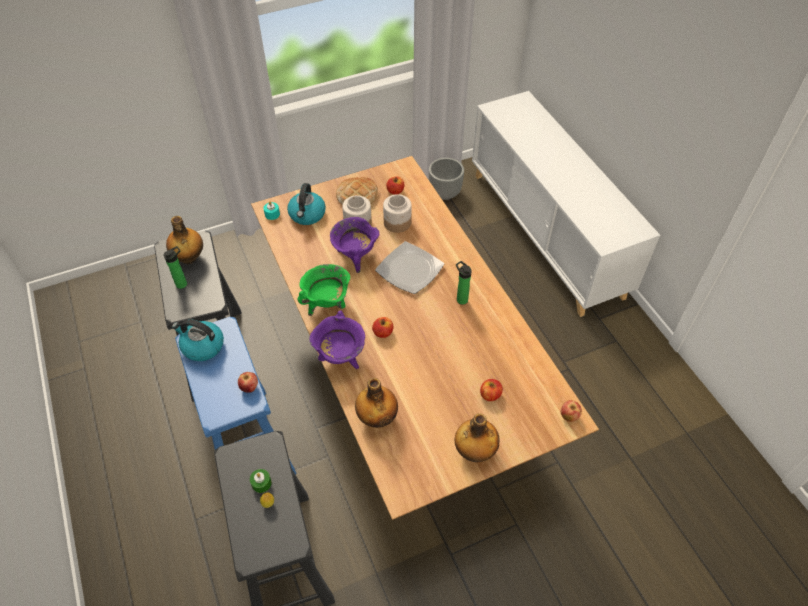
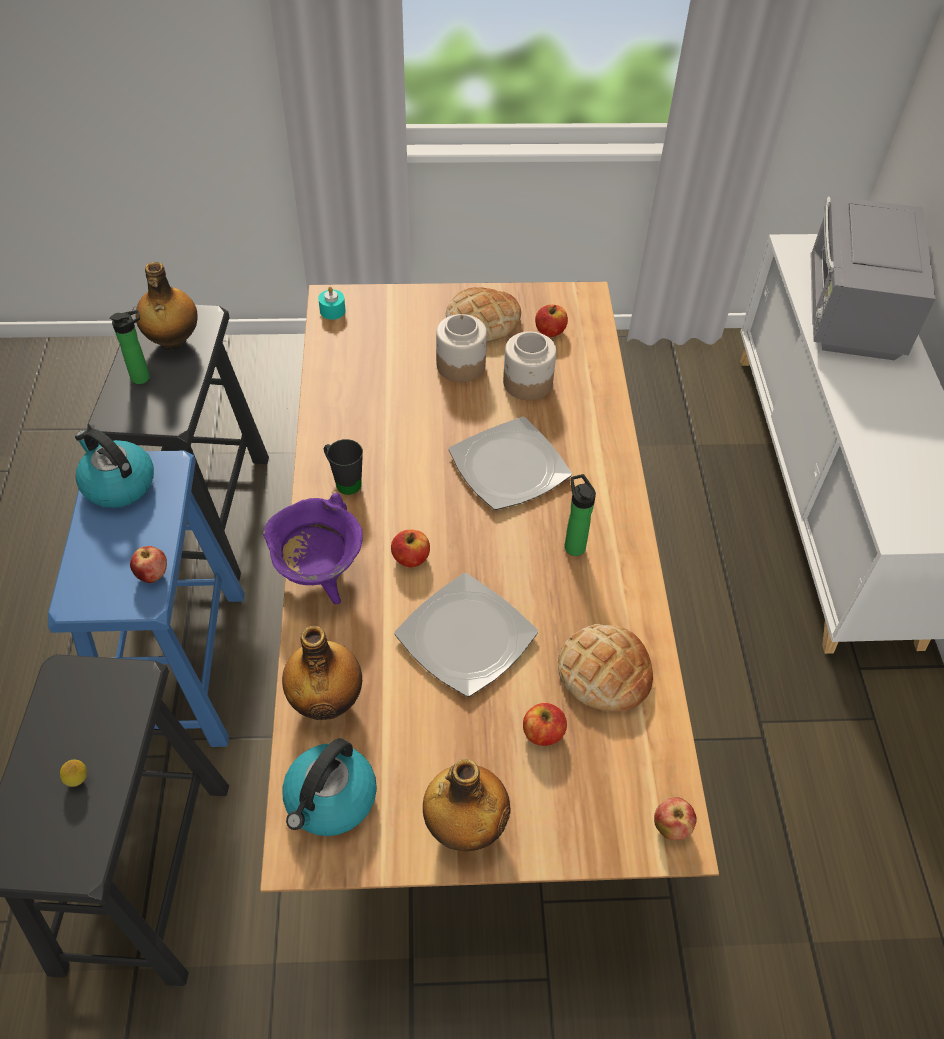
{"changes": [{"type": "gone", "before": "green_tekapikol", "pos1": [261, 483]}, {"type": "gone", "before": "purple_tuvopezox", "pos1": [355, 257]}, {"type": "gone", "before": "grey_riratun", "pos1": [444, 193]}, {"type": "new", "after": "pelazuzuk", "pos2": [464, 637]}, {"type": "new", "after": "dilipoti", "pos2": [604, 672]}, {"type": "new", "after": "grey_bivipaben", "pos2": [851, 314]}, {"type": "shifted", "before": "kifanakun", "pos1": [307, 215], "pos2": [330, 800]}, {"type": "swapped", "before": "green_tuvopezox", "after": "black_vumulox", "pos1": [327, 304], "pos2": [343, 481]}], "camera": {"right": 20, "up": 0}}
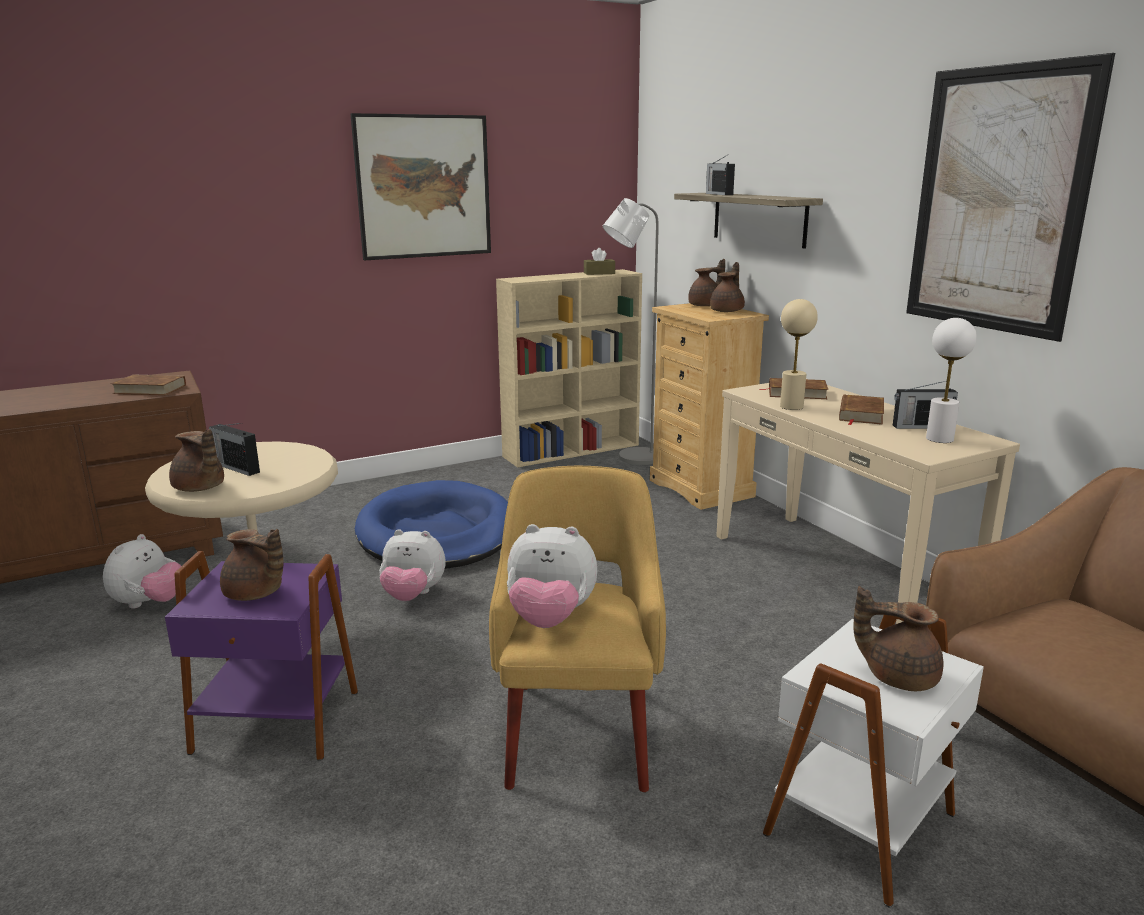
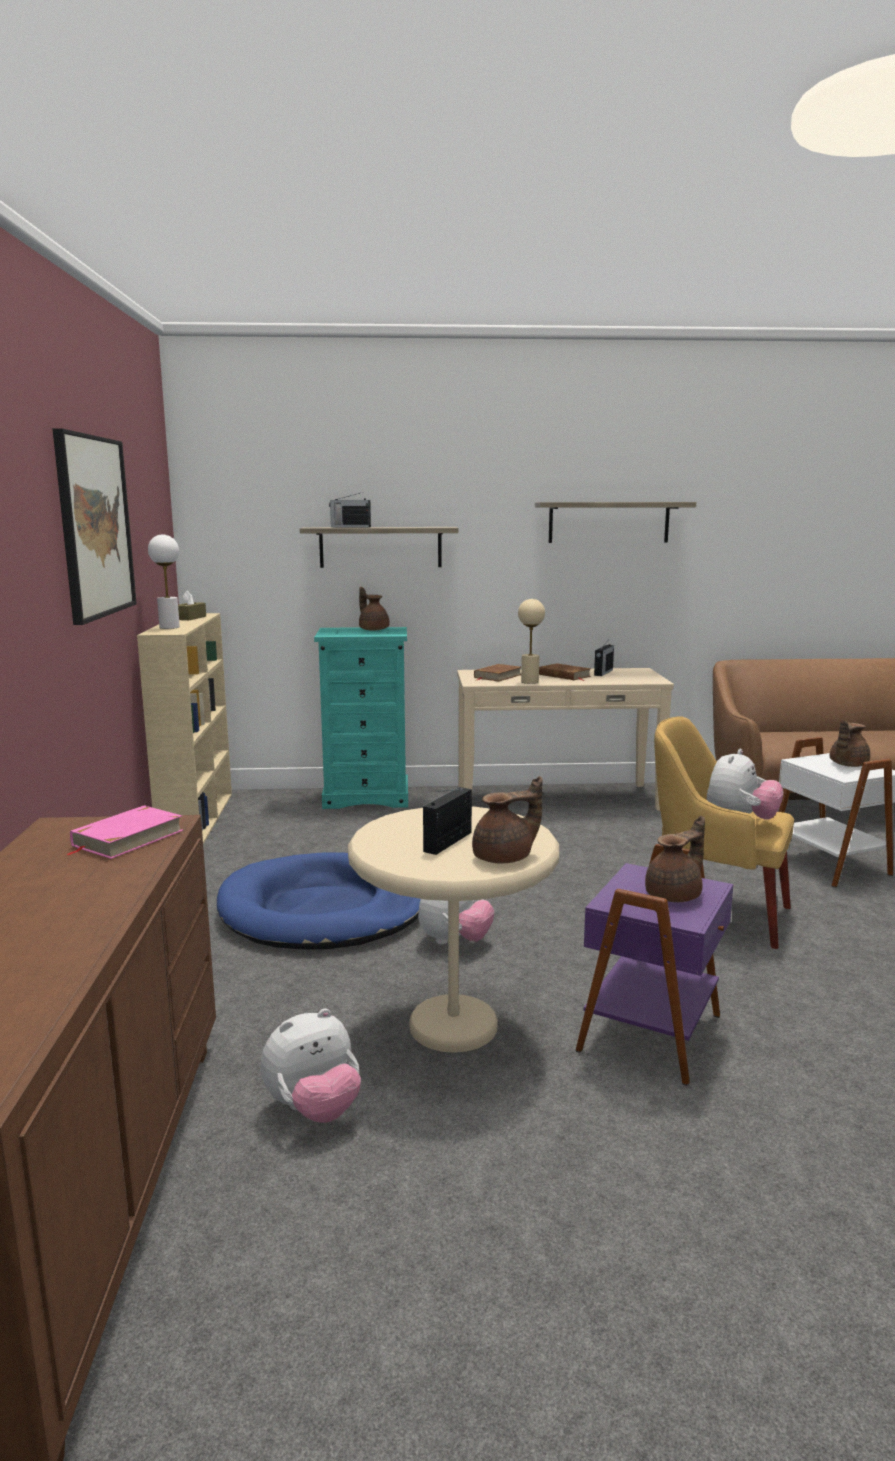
{"changes": [{"type": "gone", "before": "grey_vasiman", "pos1": [632, 458]}, {"type": "gone", "before": "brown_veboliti", "pos1": [706, 305]}, {"type": "shifted", "before": "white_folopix", "pos1": [939, 439], "pos2": [169, 627]}, {"type": "swapped", "before": "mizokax", "after": "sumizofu", "pos1": [997, 201], "pos2": [609, 522]}, {"type": "repainted", "before": "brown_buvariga", "after": "pink_buvariga", "pos1": [150, 389], "pos2": [127, 838]}, {"type": "repainted", "before": "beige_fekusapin", "after": "turquoise_fekusapin", "pos1": [701, 488], "pos2": [367, 797]}, {"type": "rotated", "before": "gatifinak", "pos1": [149, 603], "pos2": [314, 1109], "turn": 105}, {"type": "rotated", "before": "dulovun", "pos1": [236, 467], "pos2": [449, 841], "turn": 150}], "camera": {"right": -65, "up": -5}}
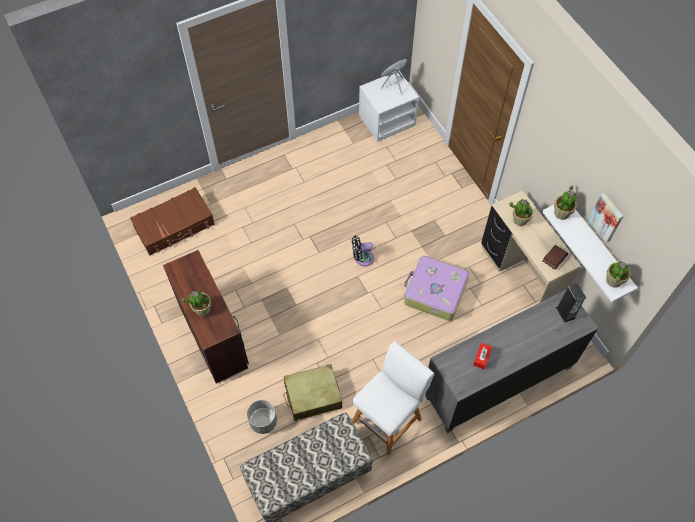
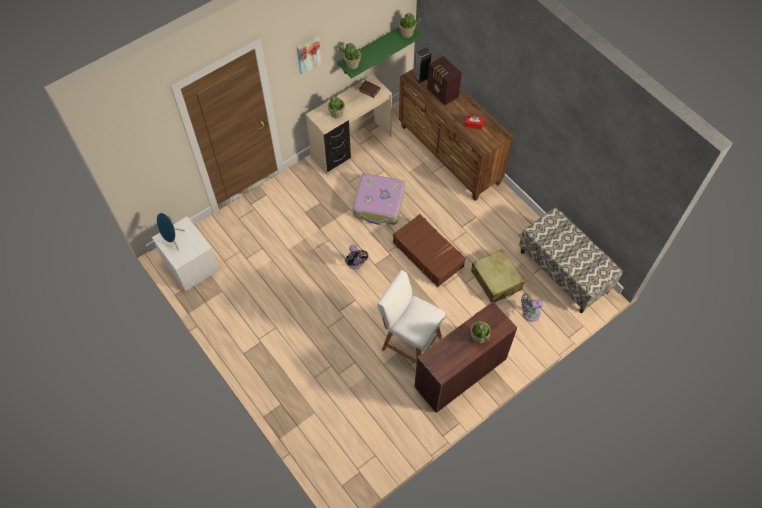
{"changes": [{"type": "new", "after": "dulovun", "pos2": [442, 93]}, {"type": "shifted", "before": "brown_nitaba", "pos1": [175, 226], "pos2": [428, 254]}, {"type": "shifted", "before": "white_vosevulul", "pos1": [388, 418], "pos2": [409, 341]}, {"type": "shifted", "before": "mizokax", "pos1": [607, 217], "pos2": [308, 54]}, {"type": "swapped", "before": "grey_riratun", "after": "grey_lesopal", "pos1": [263, 422], "pos2": [529, 313]}, {"type": "repainted", "before": "grey_fekusapin", "after": "brown_fekusapin", "pos1": [497, 381], "pos2": [449, 155]}, {"type": "repainted", "before": "white_sumizofu", "after": "green_sumizofu", "pos1": [597, 248], "pos2": [374, 48]}], "camera": {"right": -100, "up": 0}}
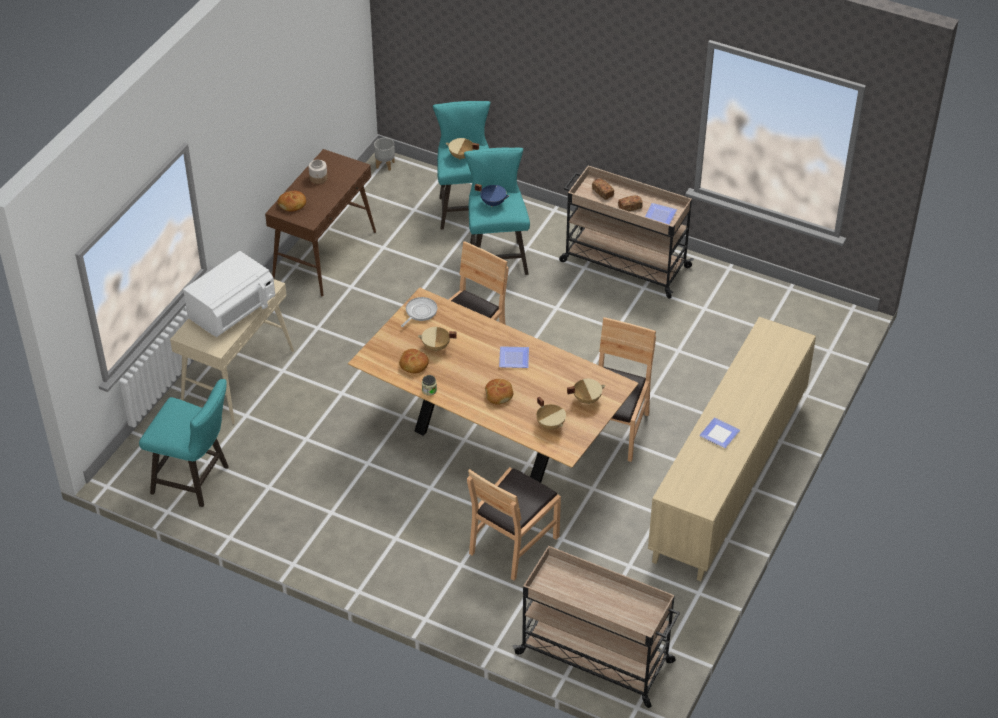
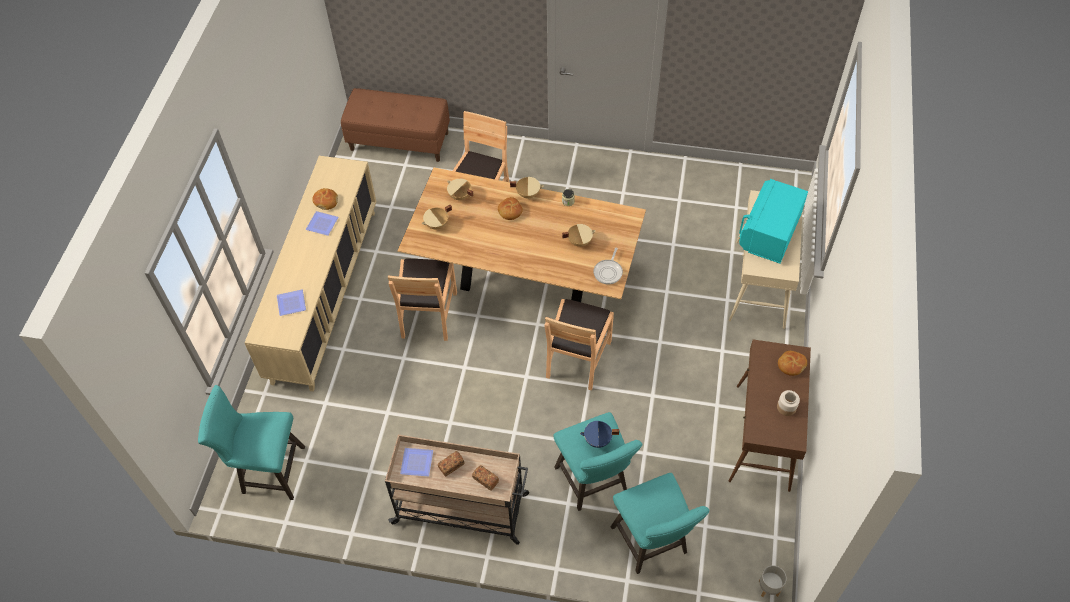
{"changes": [{"type": "shifted", "before": "turquoise_vosevulul", "pos1": [195, 480], "pos2": [268, 470]}, {"type": "shifted", "before": "dilipoti", "pos1": [413, 365], "pos2": [326, 201]}, {"type": "shifted", "before": "beige_tuvopezox", "pos1": [461, 156], "pos2": [528, 194]}, {"type": "shifted", "before": "pelazuzuk", "pos1": [515, 358], "pos2": [290, 304]}, {"type": "swapped", "before": "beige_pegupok", "after": "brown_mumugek", "pos1": [596, 658], "pos2": [400, 141]}, {"type": "repainted", "before": "white_bivipaben", "after": "turquoise_bivipaben", "pos1": [233, 312], "pos2": [769, 233]}], "camera": {"right": 165, "up": 10}}
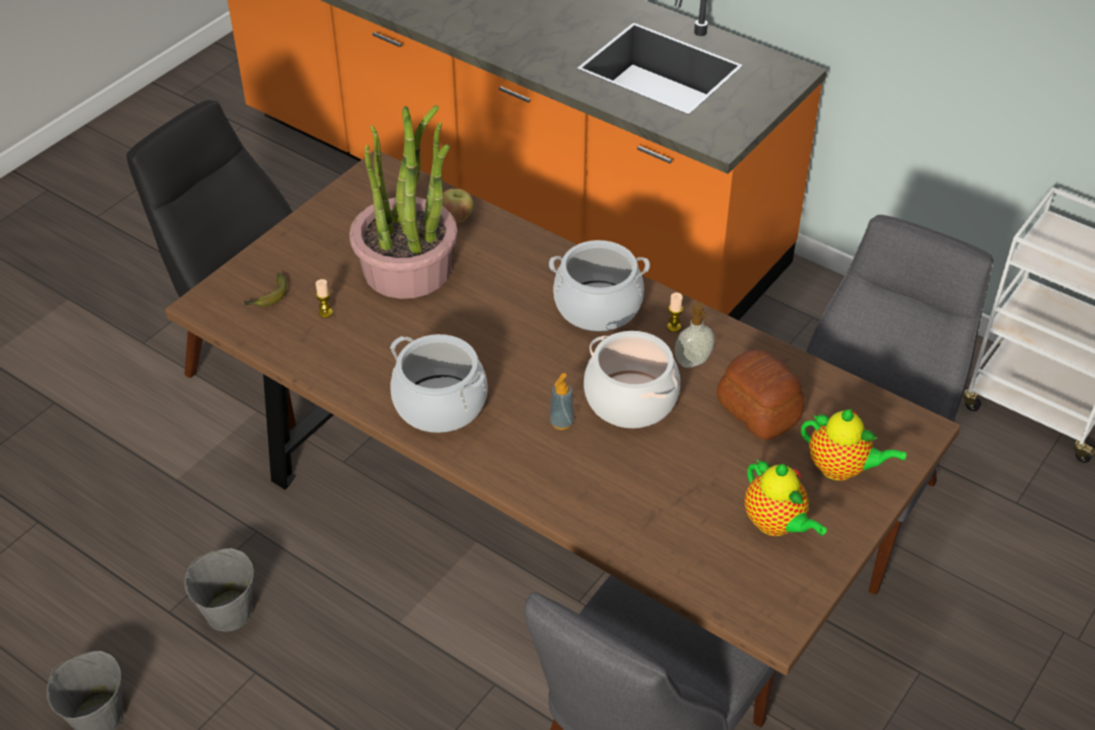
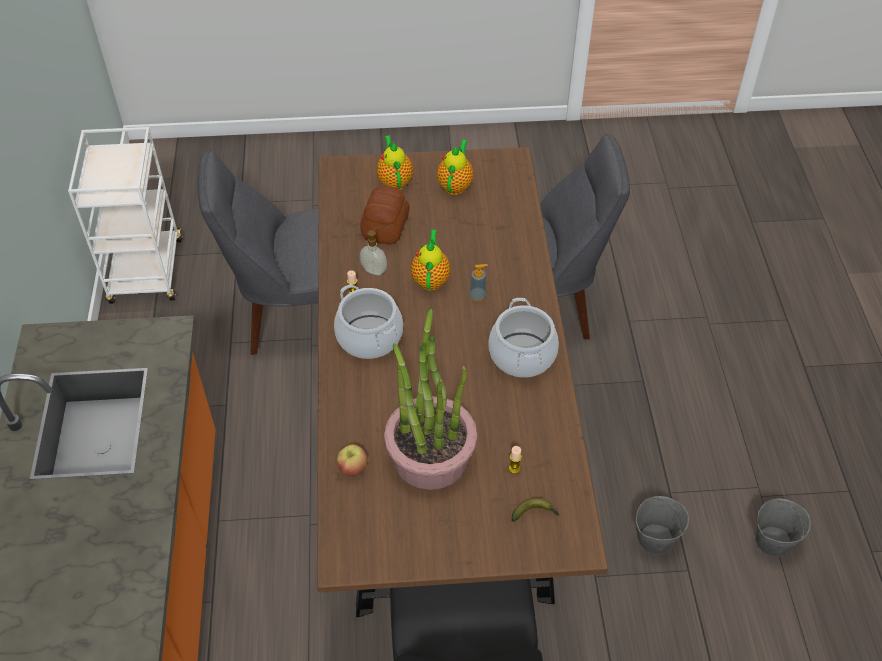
{"changes": [{"type": "swapped", "before": "tuvopezox", "after": "veboliti", "pos1": [630, 400], "pos2": [431, 279]}], "camera": {"right": -130, "up": 5}}
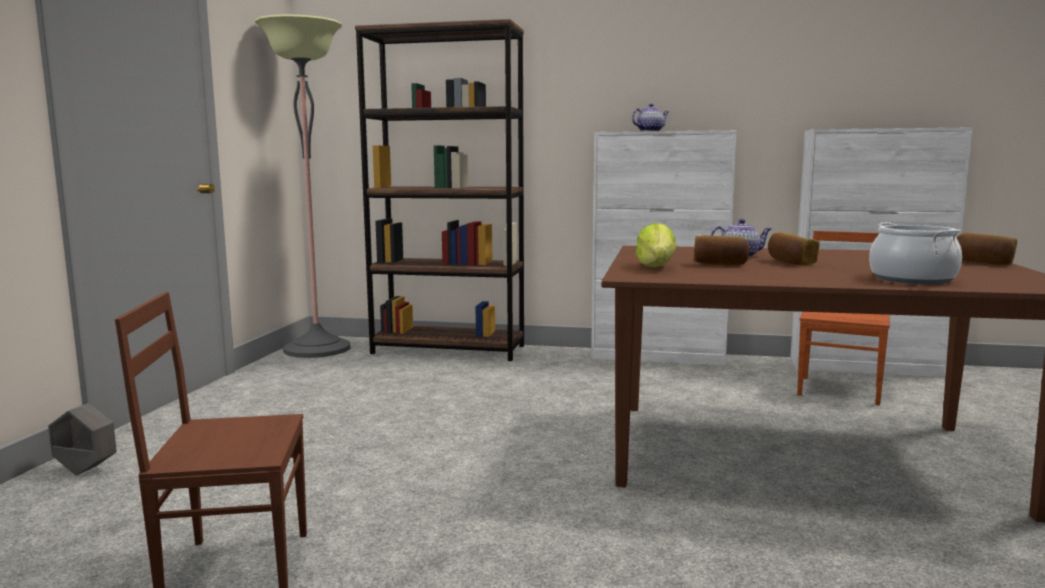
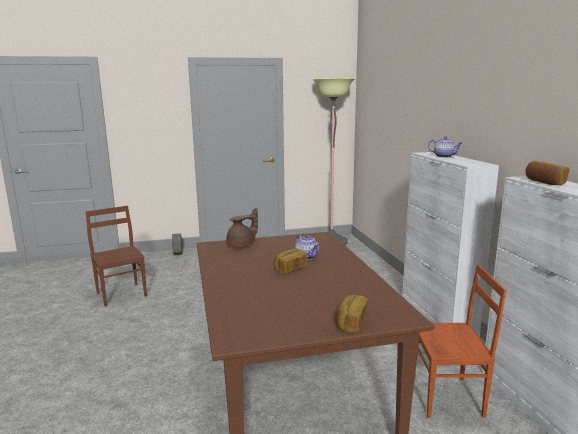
{"changes": [{"type": "gone", "before": "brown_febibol", "pos1": [449, 349]}, {"type": "gone", "before": "tuvopezox", "pos1": [912, 279]}, {"type": "shifted", "before": "dilipoti", "pos1": [719, 264], "pos2": [544, 182]}, {"type": "swapped", "before": "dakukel", "after": "brown_veboliti", "pos1": [656, 267], "pos2": [242, 246]}], "camera": {"right": 65, "up": 5}}
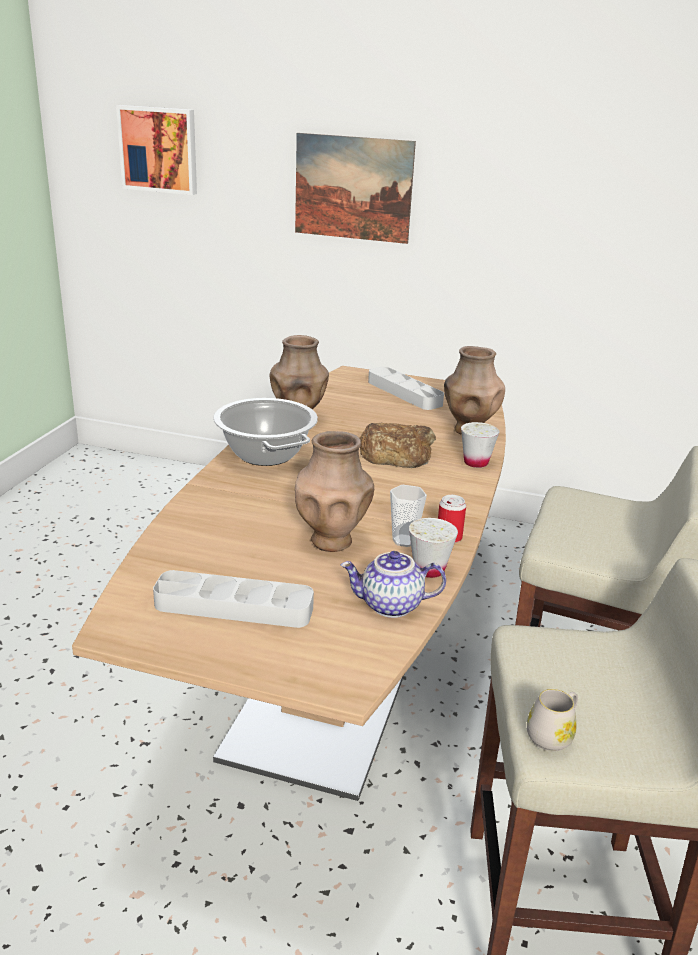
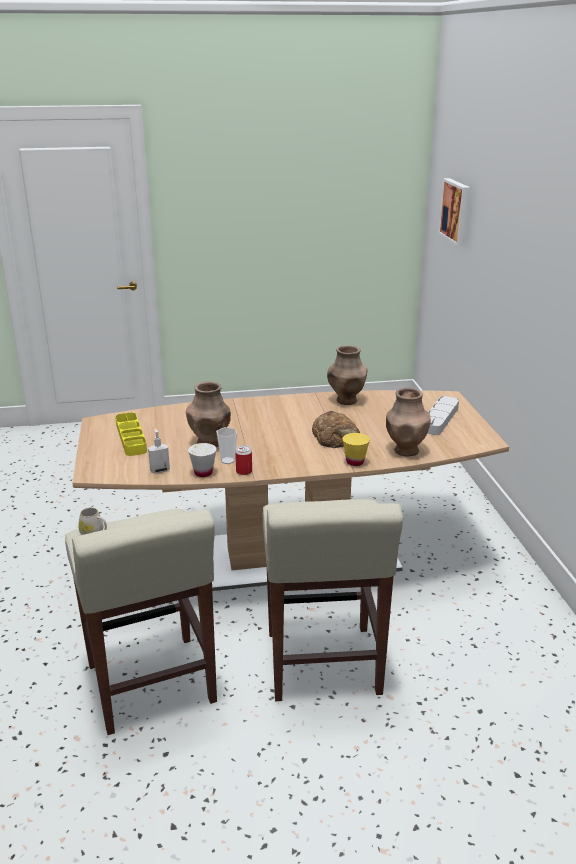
{"changes": [{"type": "gone", "before": "tuvopezox", "pos1": [266, 454]}, {"type": "gone", "before": "mizokax", "pos1": [353, 188]}, {"type": "swapped", "before": "veboliti", "after": "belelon", "pos1": [390, 606], "pos2": [159, 470]}, {"type": "repainted", "before": "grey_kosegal", "after": "yellow_kosegal", "pos1": [234, 606], "pos2": [131, 437]}, {"type": "repainted", "before": "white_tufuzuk", "after": "yellow_tufuzuk", "pos1": [476, 463], "pos2": [355, 462]}], "camera": {"right": 65, "up": 0}}
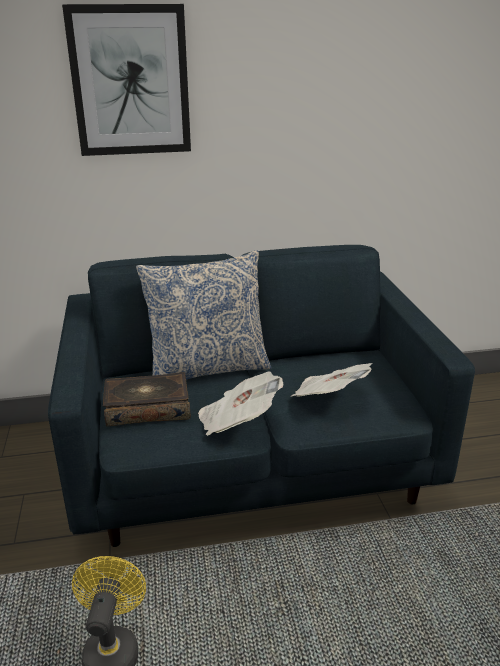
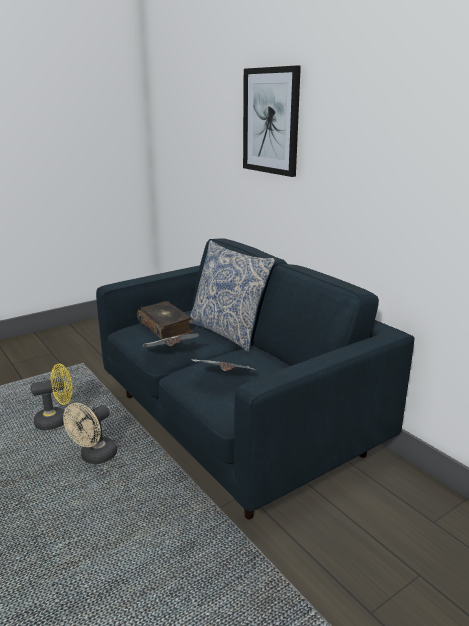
{"changes": [{"type": "new", "after": "beige_lesopal", "pos2": [94, 457]}], "camera": {"right": 65, "up": -5}}
